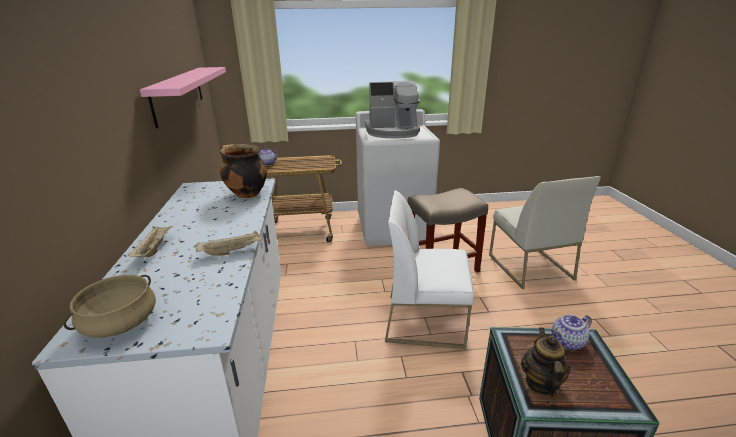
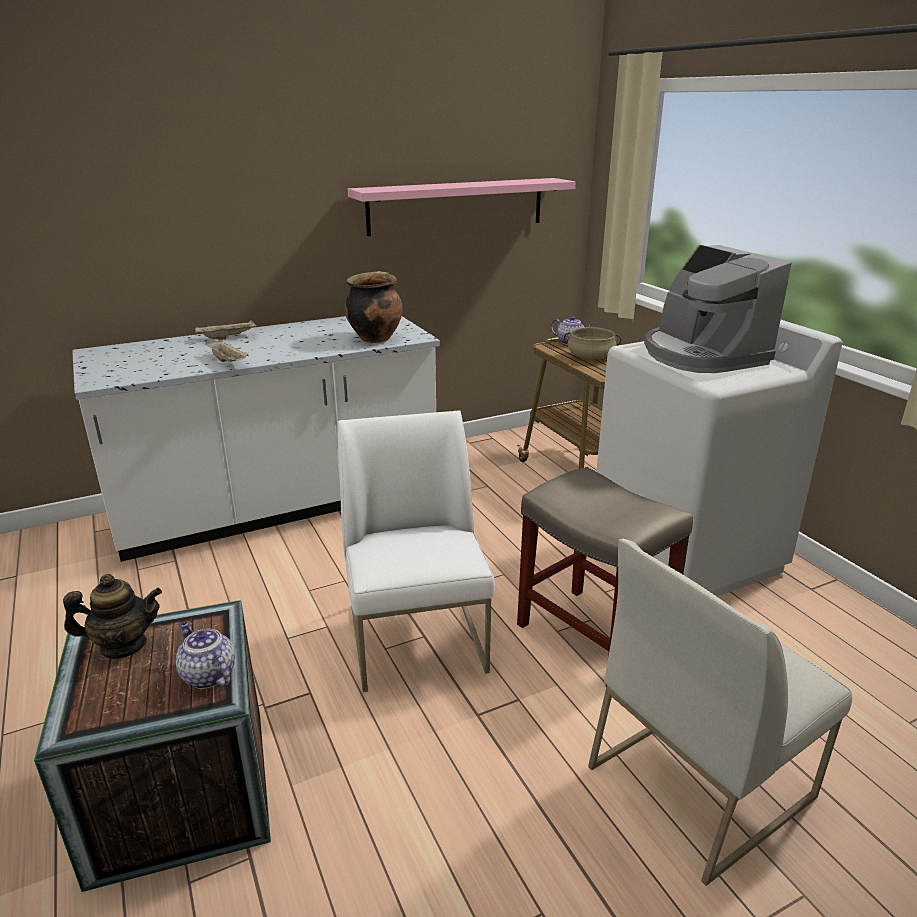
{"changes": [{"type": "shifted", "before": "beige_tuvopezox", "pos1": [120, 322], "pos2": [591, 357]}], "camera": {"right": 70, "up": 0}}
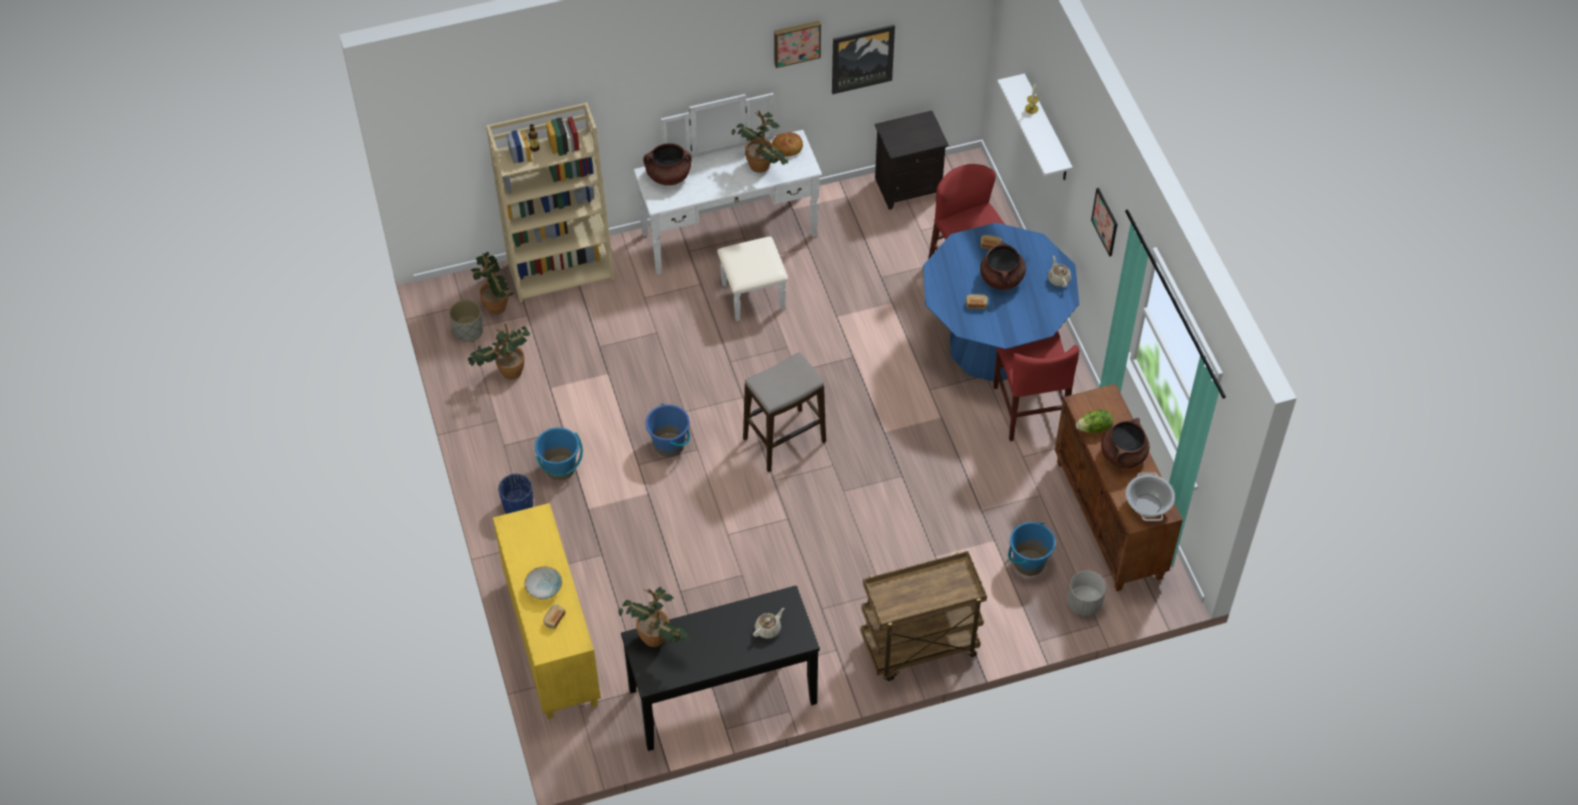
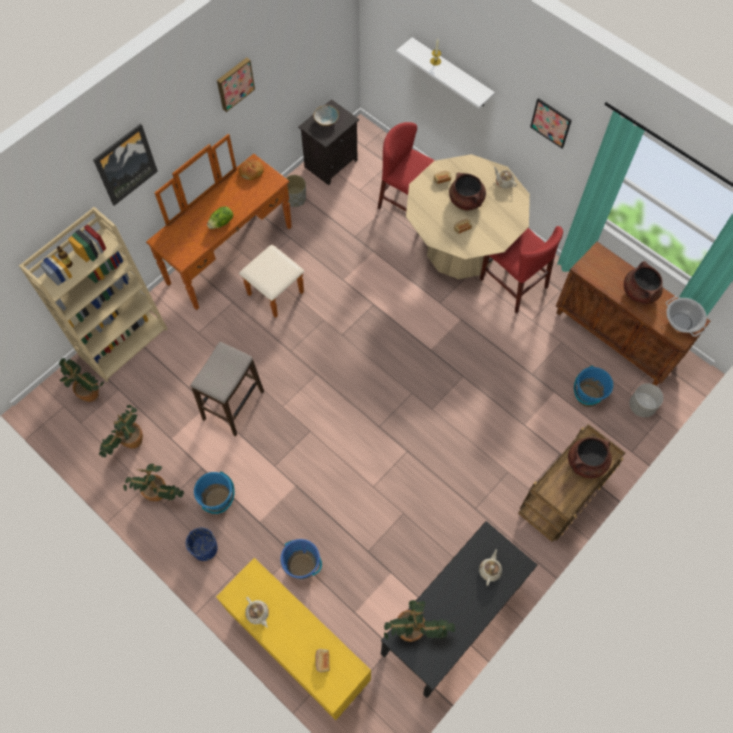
{"changes": [{"type": "new", "after": "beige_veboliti", "pos2": [258, 613]}, {"type": "shifted", "before": "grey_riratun", "pos1": [469, 331], "pos2": [295, 199]}, {"type": "shifted", "before": "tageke", "pos1": [544, 589], "pos2": [326, 120]}, {"type": "shifted", "before": "brown_tuvopezox", "pos1": [668, 176], "pos2": [586, 462]}, {"type": "shifted", "before": "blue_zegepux", "pos1": [669, 445], "pos2": [302, 566]}, {"type": "shifted", "before": "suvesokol", "pos1": [762, 169], "pos2": [160, 495]}, {"type": "shifted", "before": "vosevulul", "pos1": [784, 440], "pos2": [234, 405]}, {"type": "shifted", "before": "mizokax", "pos1": [862, 58], "pos2": [125, 164]}, {"type": "shifted", "before": "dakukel", "pos1": [1094, 428], "pos2": [221, 223]}, {"type": "repainted", "before": "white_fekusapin", "after": "brown_fekusapin", "pos1": [735, 248], "pos2": [240, 263]}, {"type": "repainted", "before": "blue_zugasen", "after": "beige_zugasen", "pos1": [993, 345], "pos2": [460, 249]}], "camera": {"right": -30, "up": 10}}
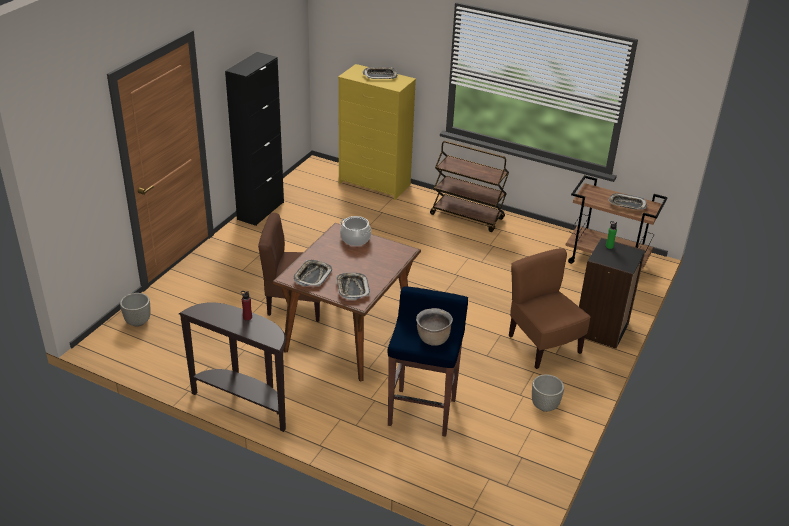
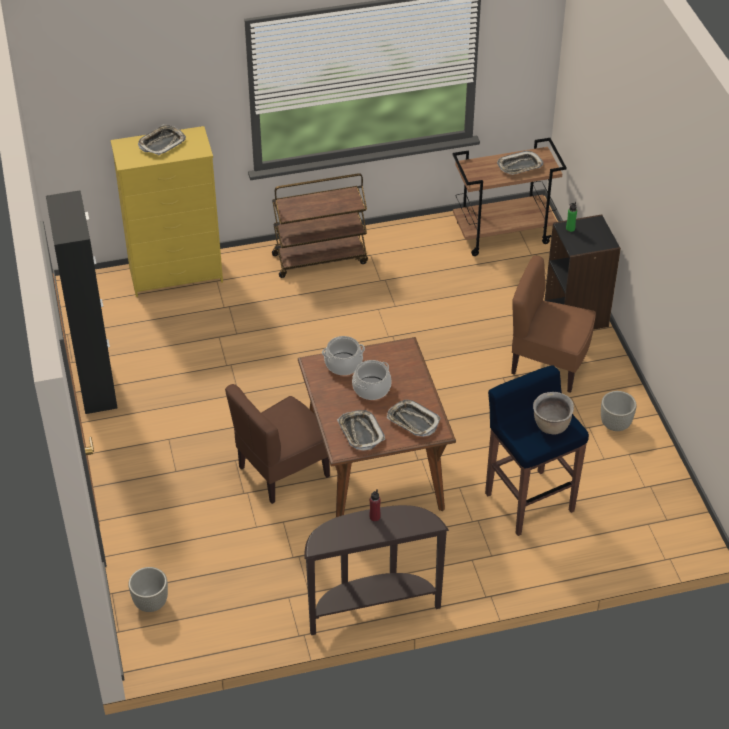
{"changes": [{"type": "new", "after": "tuvopezox", "pos2": [371, 388]}], "camera": {"right": -40, "up": 10}}
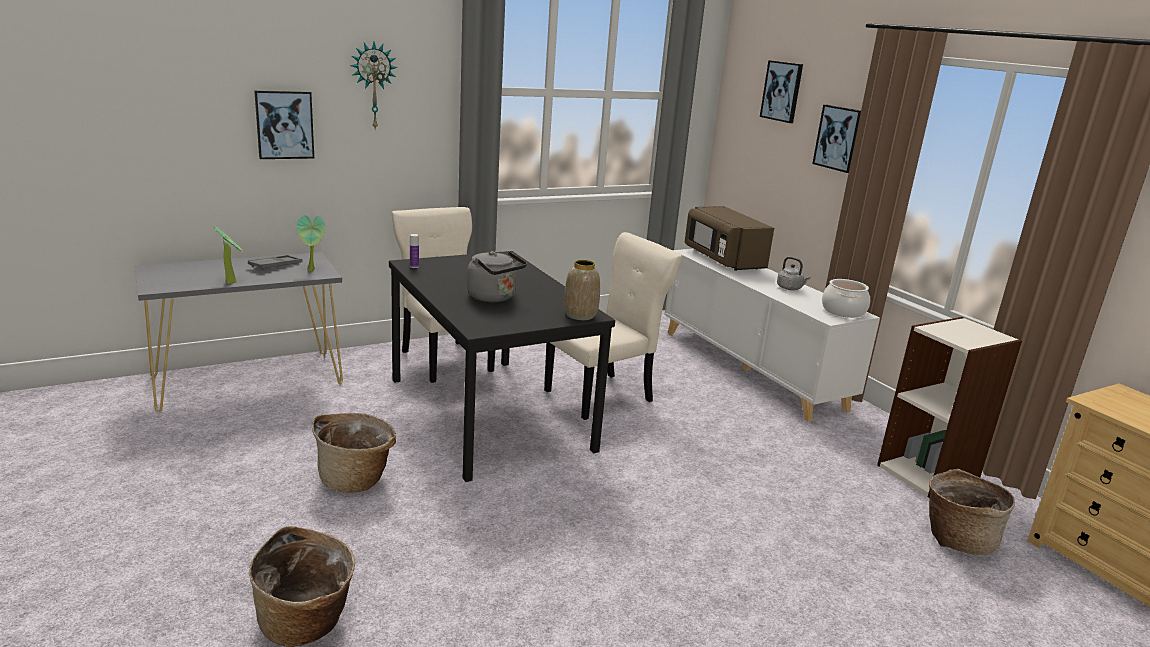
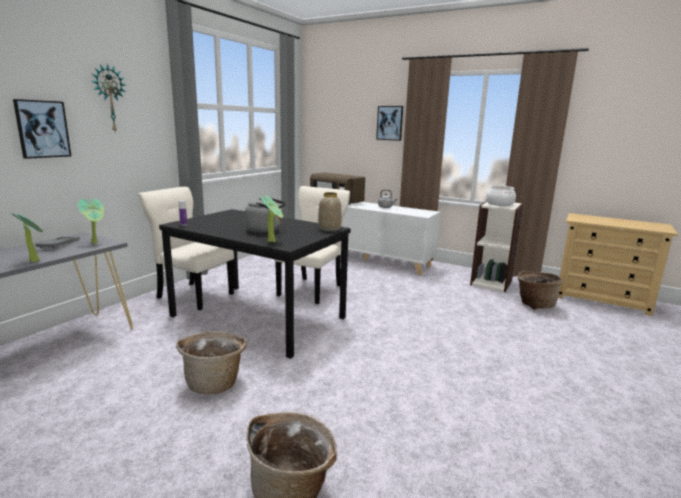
{"changes": [{"type": "gone", "before": "mizokax", "pos1": [782, 91]}, {"type": "new", "after": "suvesokol", "pos2": [273, 241]}, {"type": "shifted", "before": "tuvopezox", "pos1": [843, 311], "pos2": [500, 204]}], "camera": {"right": -30, "up": -5}}
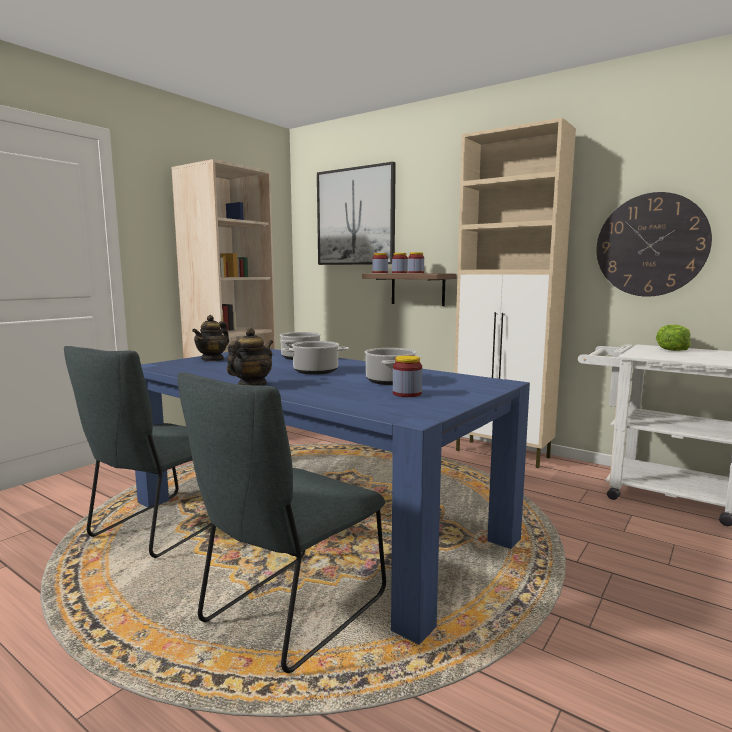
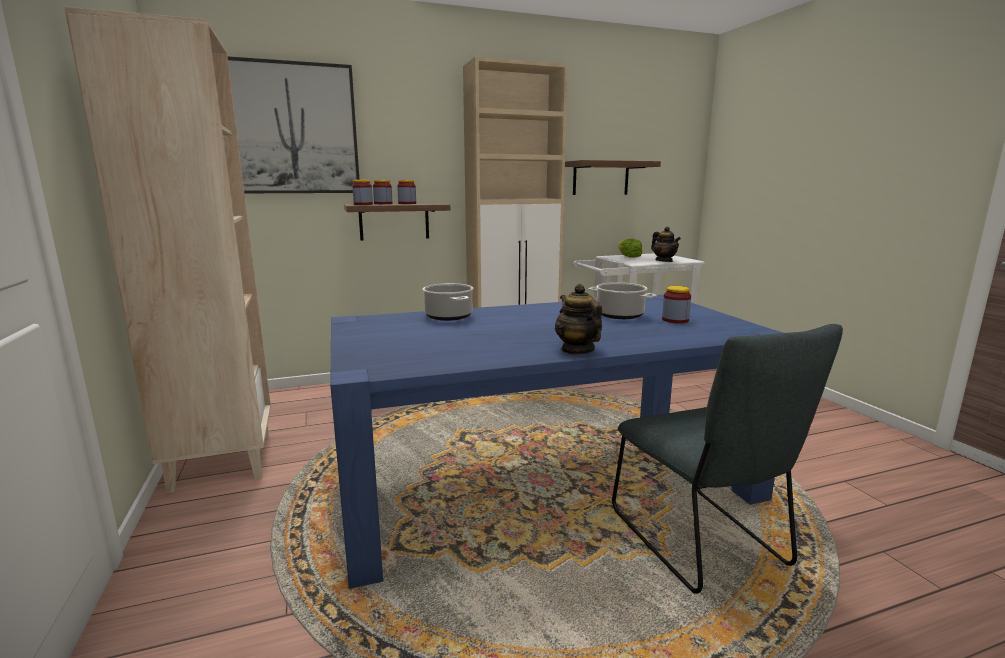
{"changes": [{"type": "gone", "before": "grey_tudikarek", "pos1": [161, 527]}, {"type": "gone", "before": "tuvopezox", "pos1": [316, 371]}, {"type": "shifted", "before": "veboliti", "pos1": [213, 359], "pos2": [664, 261]}, {"type": "swapped", "before": "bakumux", "after": "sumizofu", "pos1": [651, 245], "pos2": [600, 178]}], "camera": {"right": -55, "up": 5}}
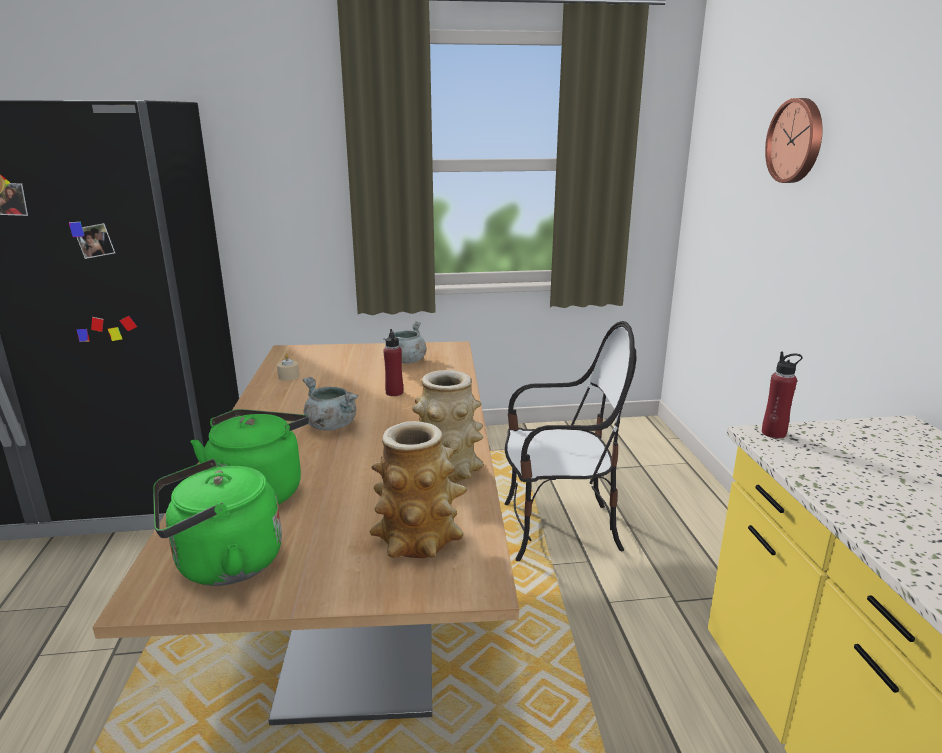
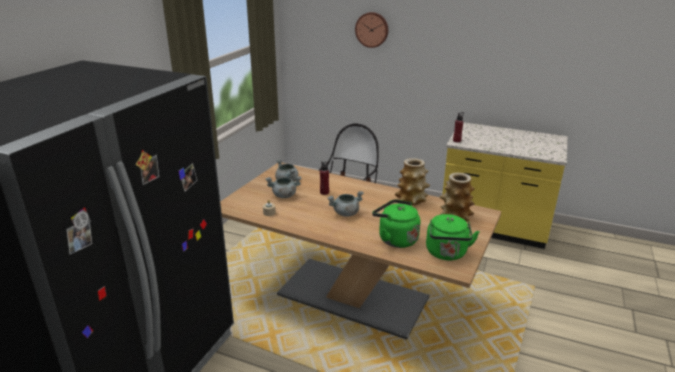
{"changes": [{"type": "new", "after": "grey_tuvopezox", "pos2": [284, 196]}], "camera": {"right": -60, "up": 5}}
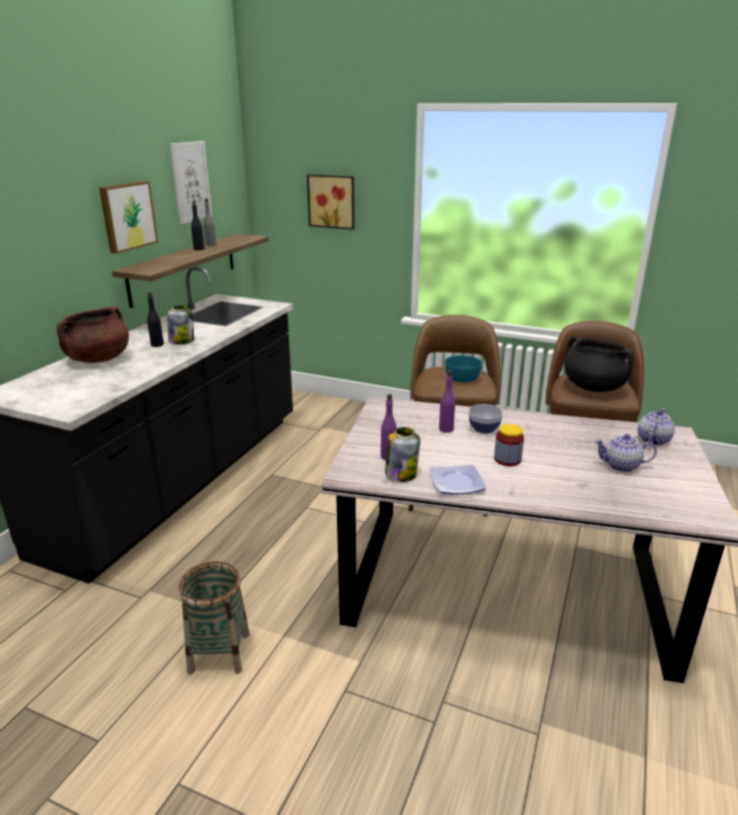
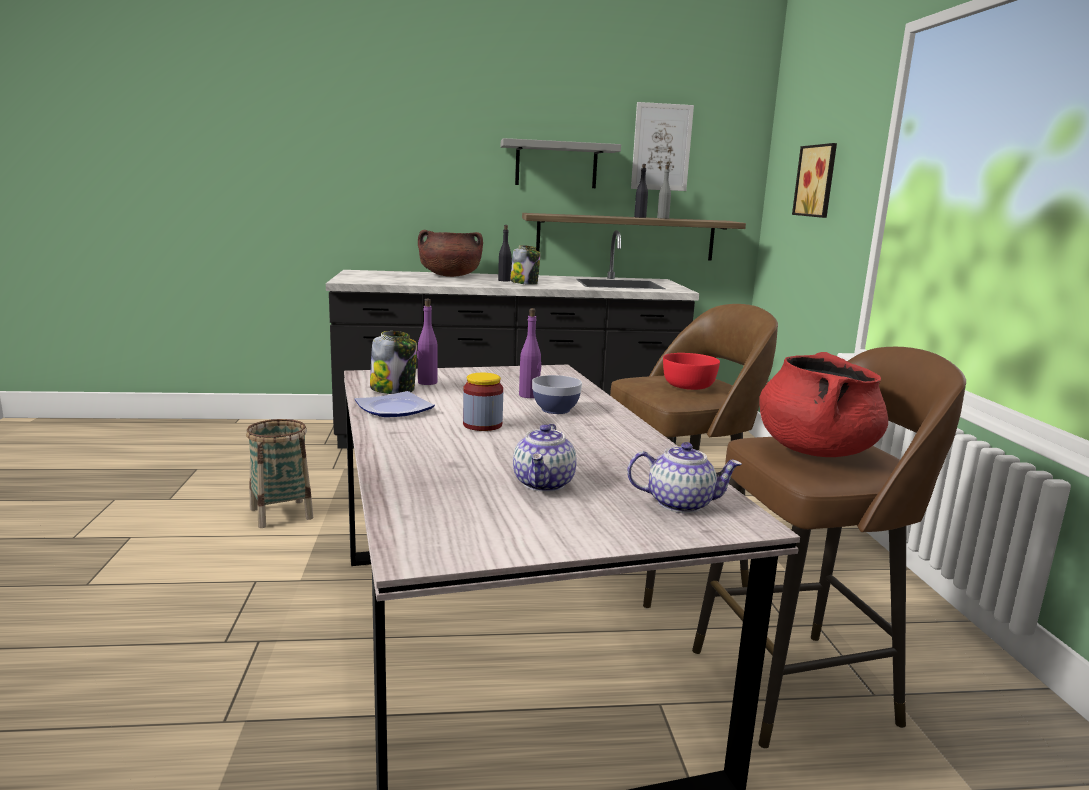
{"changes": [{"type": "swapped", "before": "mizokax", "after": "grey_sumizofu", "pos1": [127, 216], "pos2": [556, 165]}, {"type": "repainted", "before": "turquoise_tageke", "after": "red_tageke", "pos1": [462, 378], "pos2": [688, 386]}, {"type": "repainted", "before": "black_tuvopezox", "after": "red_tuvopezox", "pos1": [593, 387], "pos2": [815, 450]}, {"type": "rotated", "before": "veboliti", "pos1": [621, 466], "pos2": [544, 484], "turn": -150}], "camera": {"right": 60, "up": -10}}
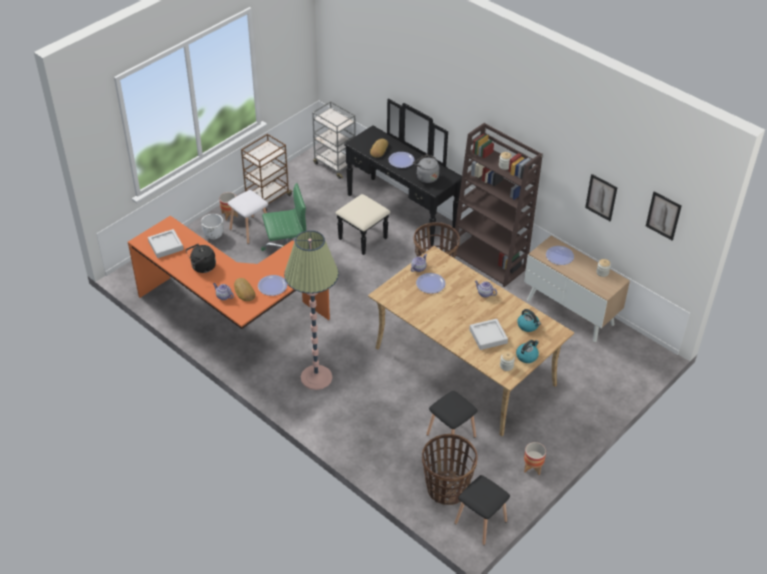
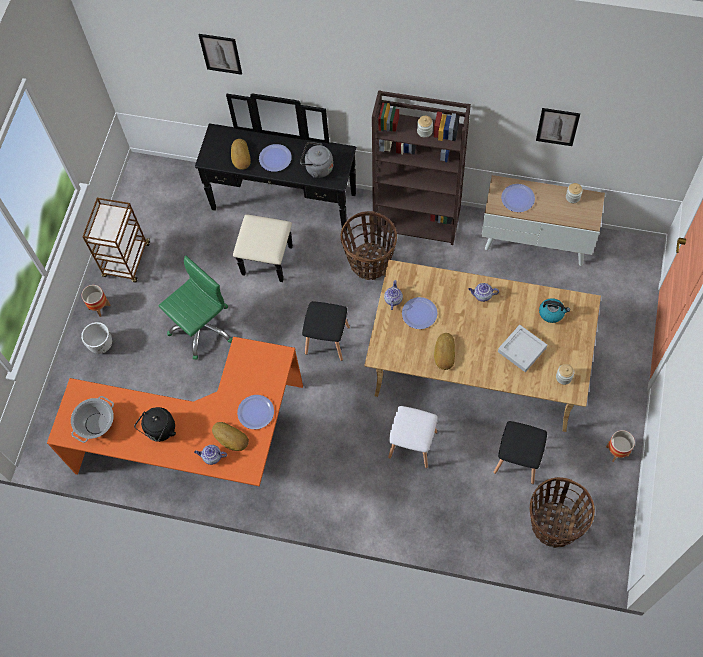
{"changes": [{"type": "gone", "before": "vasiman", "pos1": [316, 377]}, {"type": "gone", "before": "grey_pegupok", "pos1": [335, 165]}, {"type": "gone", "before": "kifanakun", "pos1": [527, 356]}, {"type": "new", "after": "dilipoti", "pos2": [444, 353]}, {"type": "shifted", "before": "white_vosevulul", "pos1": [249, 230], "pos2": [411, 445]}, {"type": "shifted", "before": "black_vosevulul", "pos1": [480, 521], "pos2": [327, 339]}, {"type": "shifted", "before": "mizokax", "pos1": [663, 215], "pos2": [221, 53]}, {"type": "swapped", "before": "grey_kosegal", "after": "tuvopezox", "pos1": [166, 246], "pos2": [96, 424]}], "camera": {"right": -25, "up": 20}}
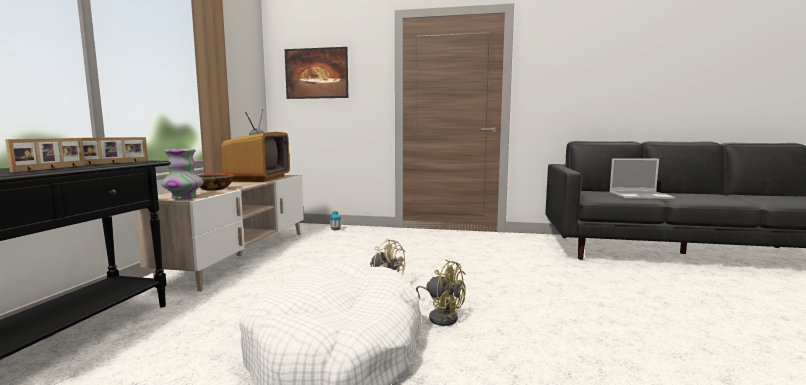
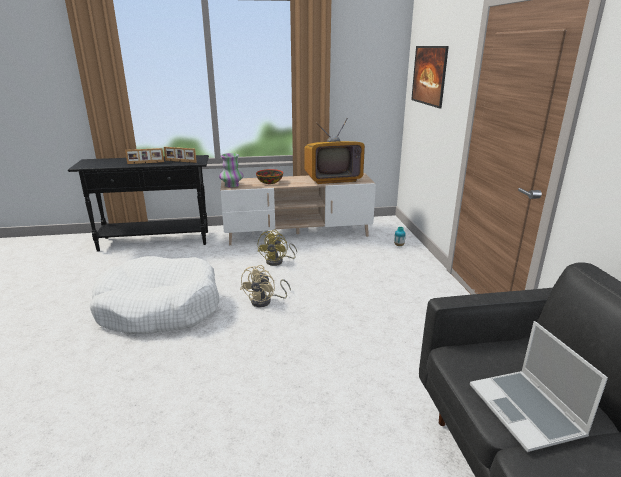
{"changes": [{"type": "shifted", "before": "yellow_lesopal", "pos1": [441, 316], "pos2": [278, 261]}], "camera": {"right": 70, "up": 15}}
